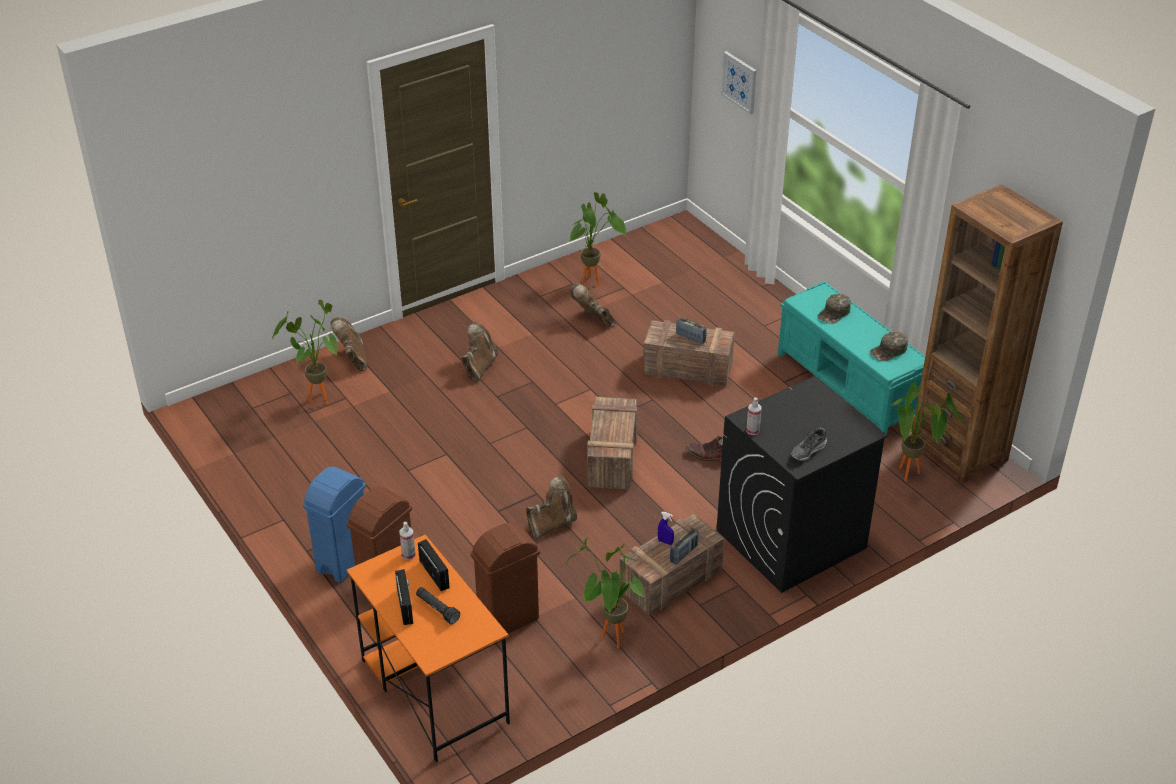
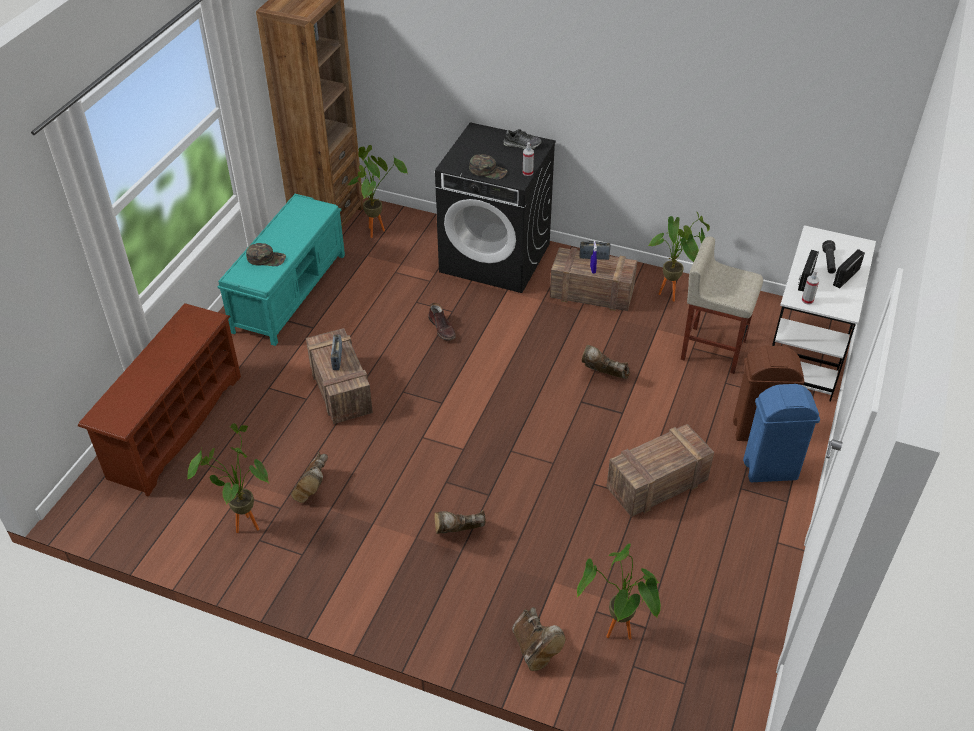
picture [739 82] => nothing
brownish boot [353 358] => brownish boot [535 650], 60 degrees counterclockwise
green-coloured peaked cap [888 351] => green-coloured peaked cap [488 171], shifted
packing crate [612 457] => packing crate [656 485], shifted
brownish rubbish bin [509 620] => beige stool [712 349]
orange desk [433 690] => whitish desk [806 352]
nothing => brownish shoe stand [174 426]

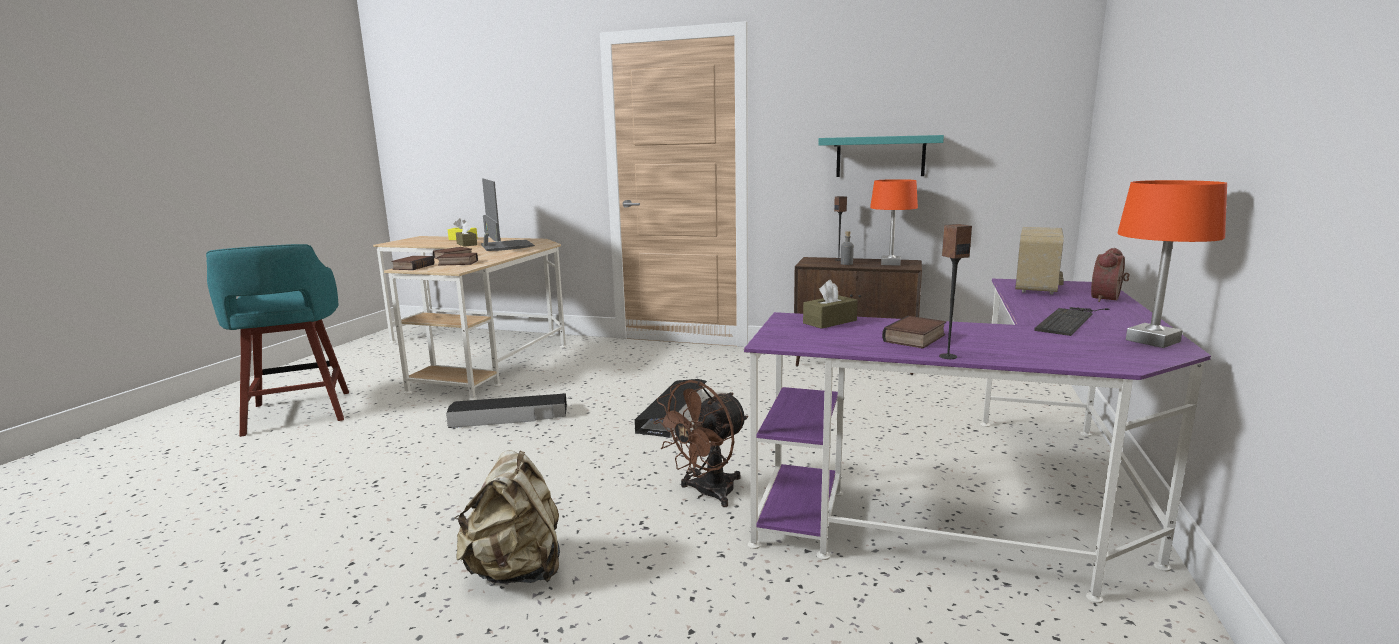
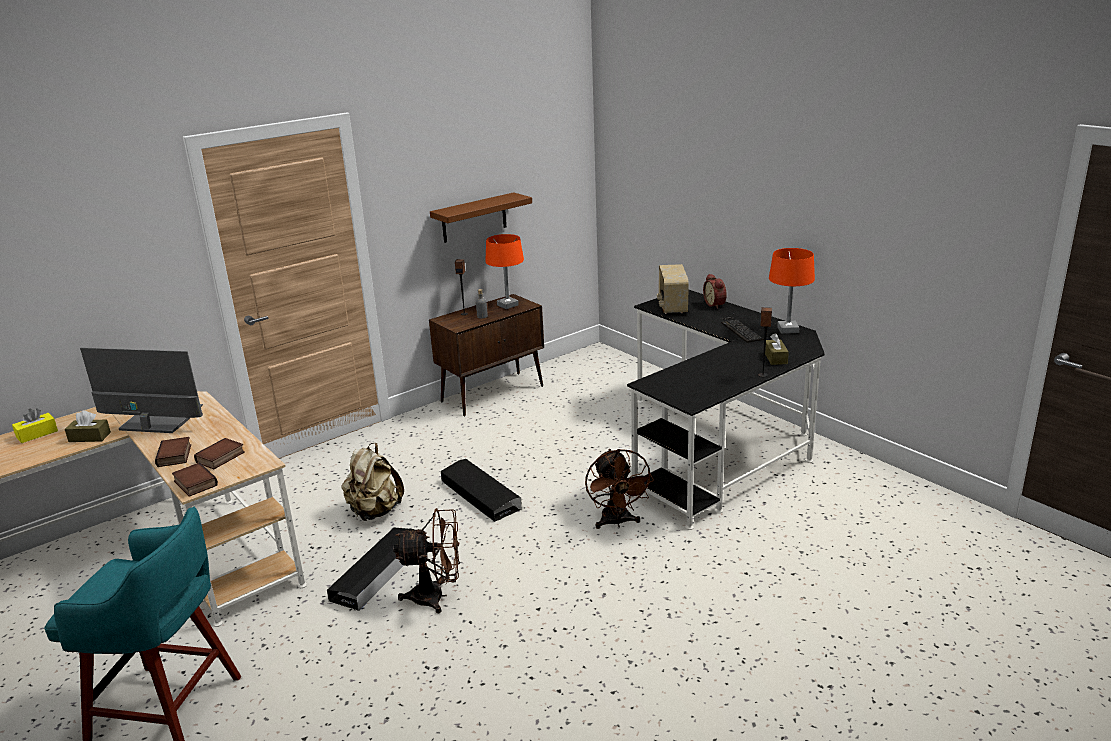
turquoise bracket shelf [880 156] => brownish bracket shelf [474 218]
radio receiver [1037 287] => radio receiver [672 306], 150 degrees counterclockwise
purple desk [988 505] => black-coloured desk [719 445]
brownish box of tissues [830 322] => brownish box of tissues [775 358], shifted
book [915 339] => nothing
beige rucksack [516 571] => beige rucksack [375 512], shifted
nothing => brownish fan [436 596]

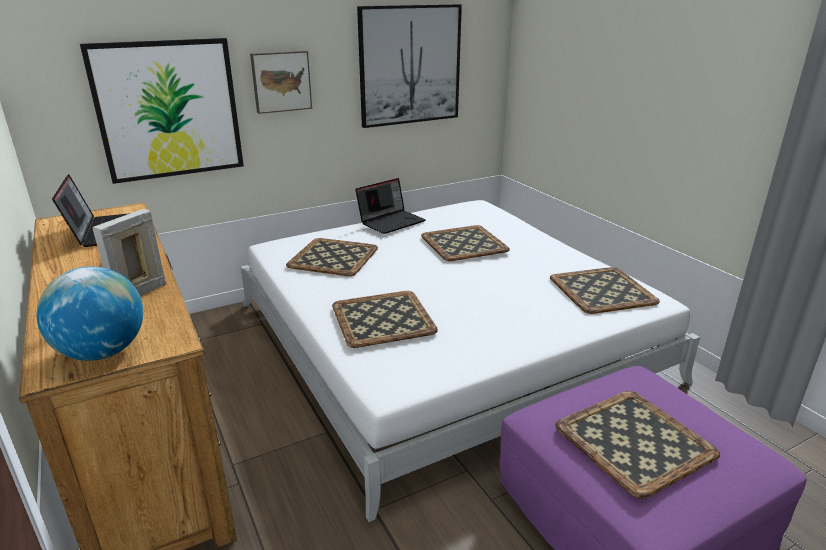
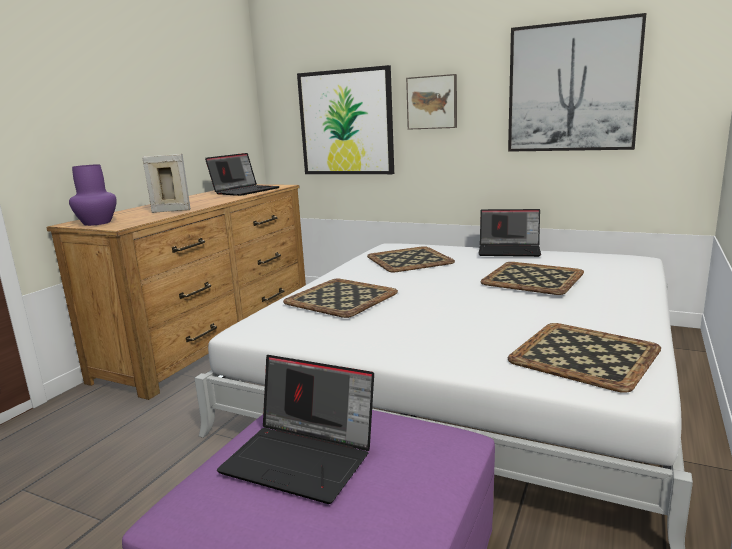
globe [102 352] => purple decorative vase [97 223]
tray [634 439] => portable computer [302 458]

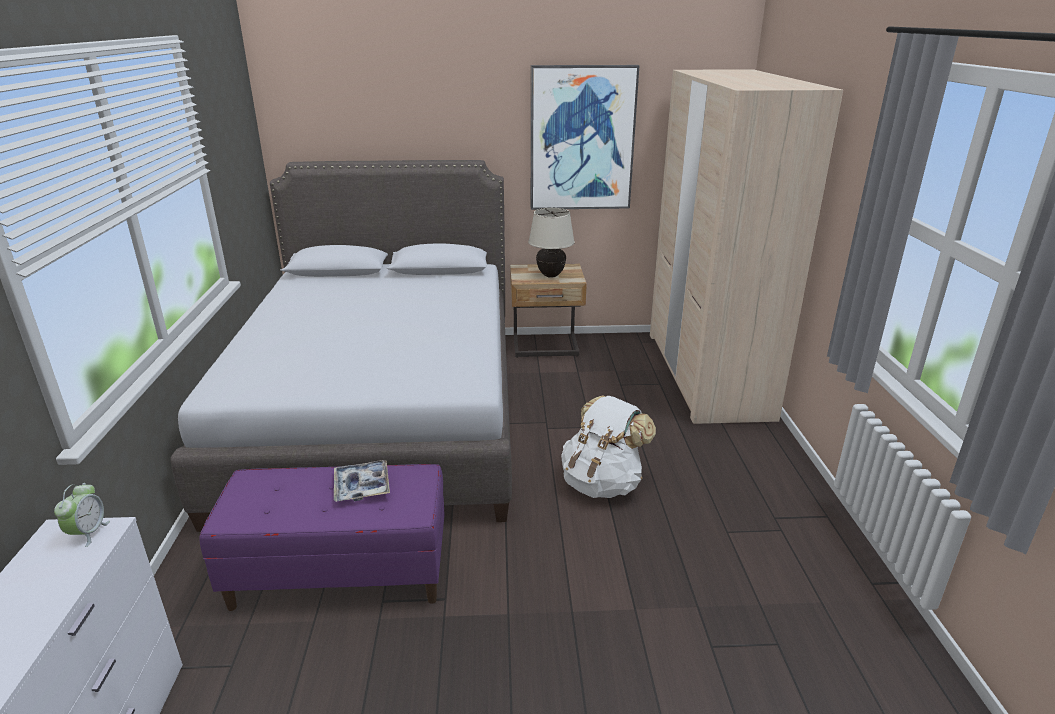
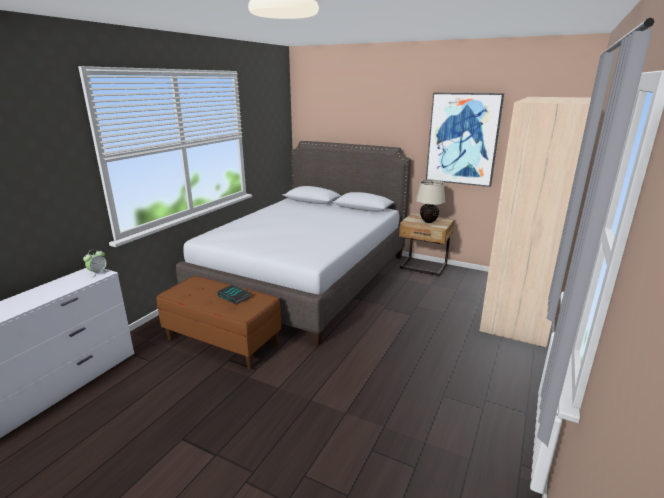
whitish rucksack [602 483] => nothing
tray [362 486] => book [235 296]
purple long seat [341 573] => brownish long seat [223 341]

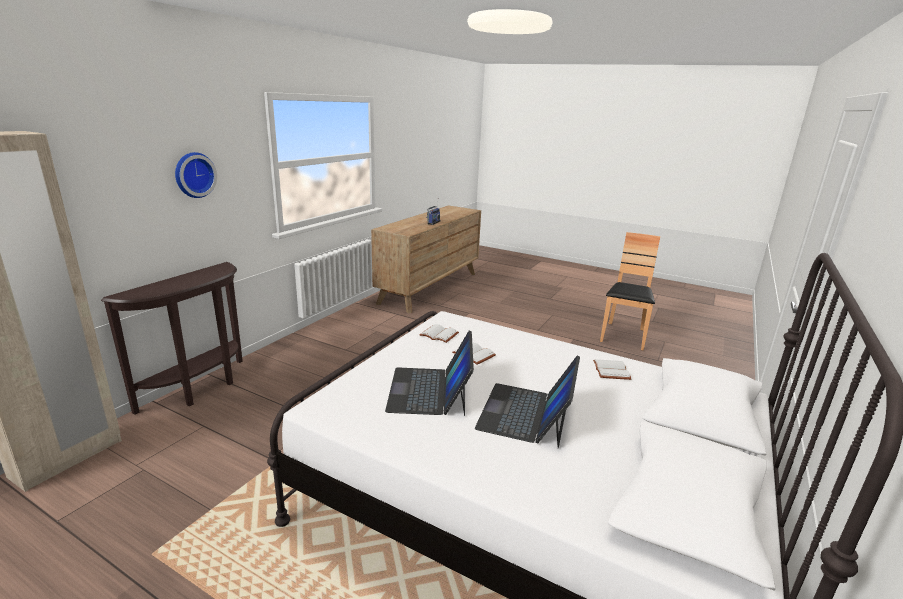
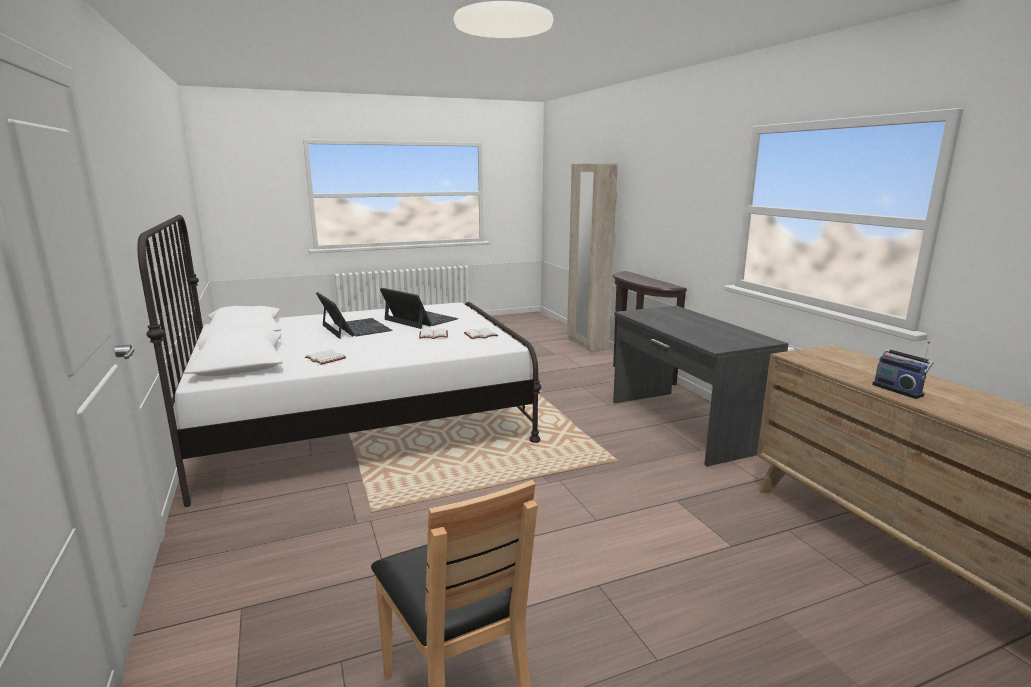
wall clock [193 175] => nothing
nothing => grey desk [684 424]

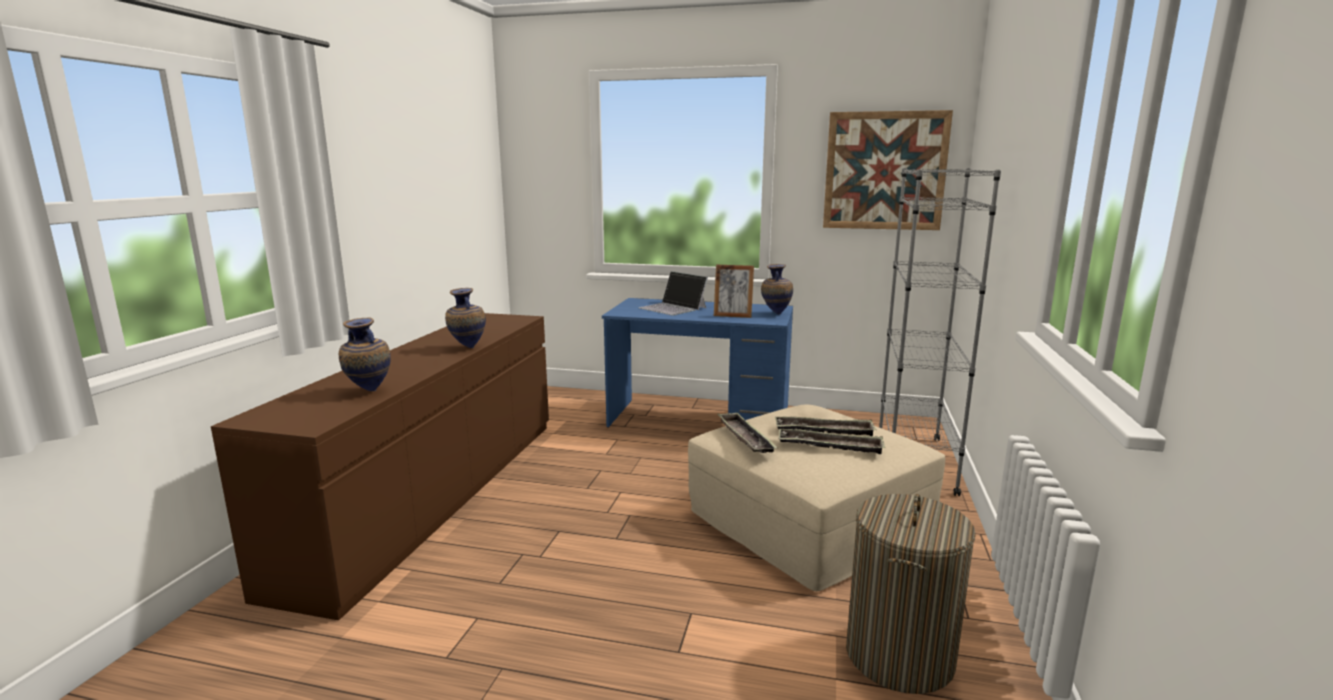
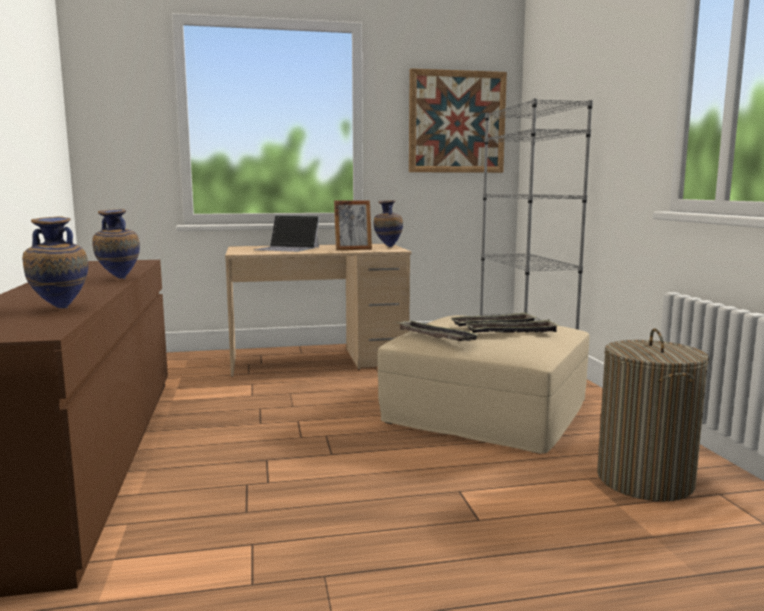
blue-coloured desk [699 421] => beige desk [318 361]

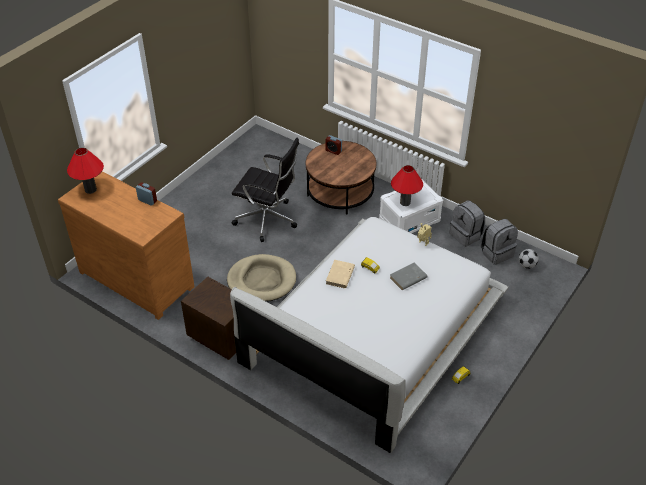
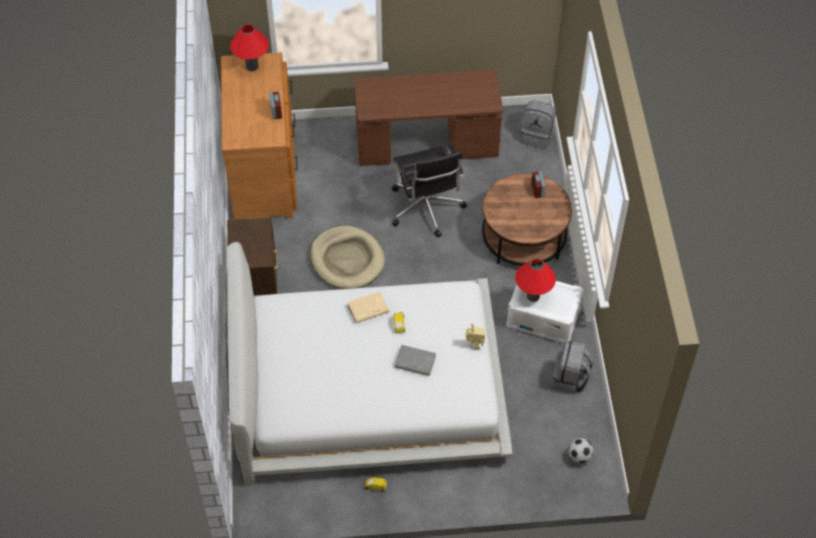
grey rucksack [496 253] => grey rucksack [537 136], shifted
nothing => brownish desk [427 145]

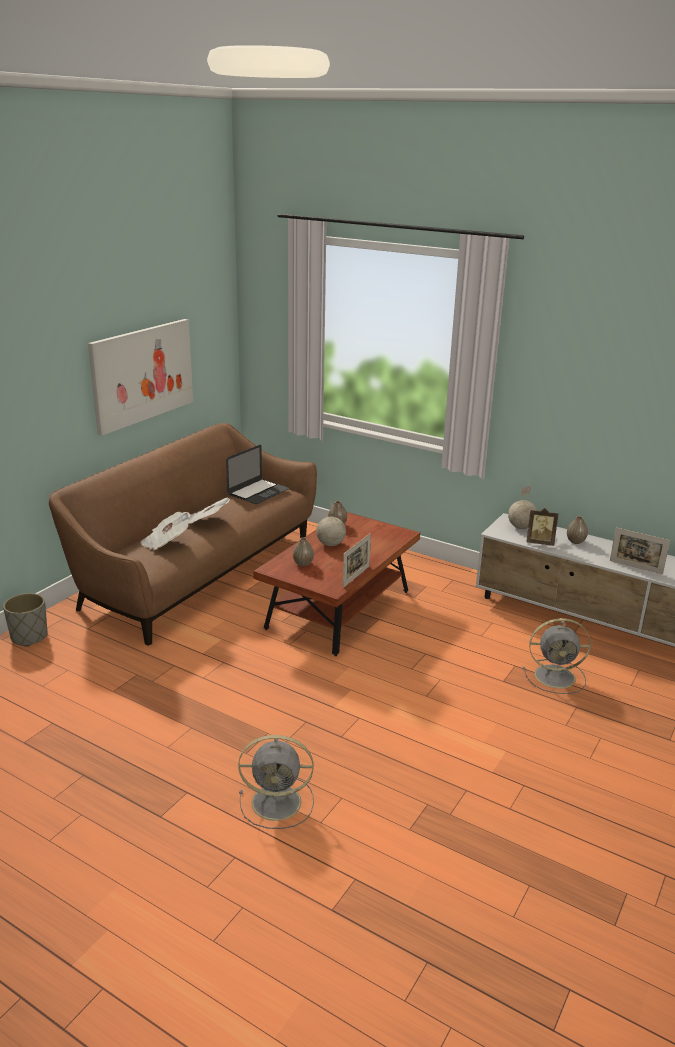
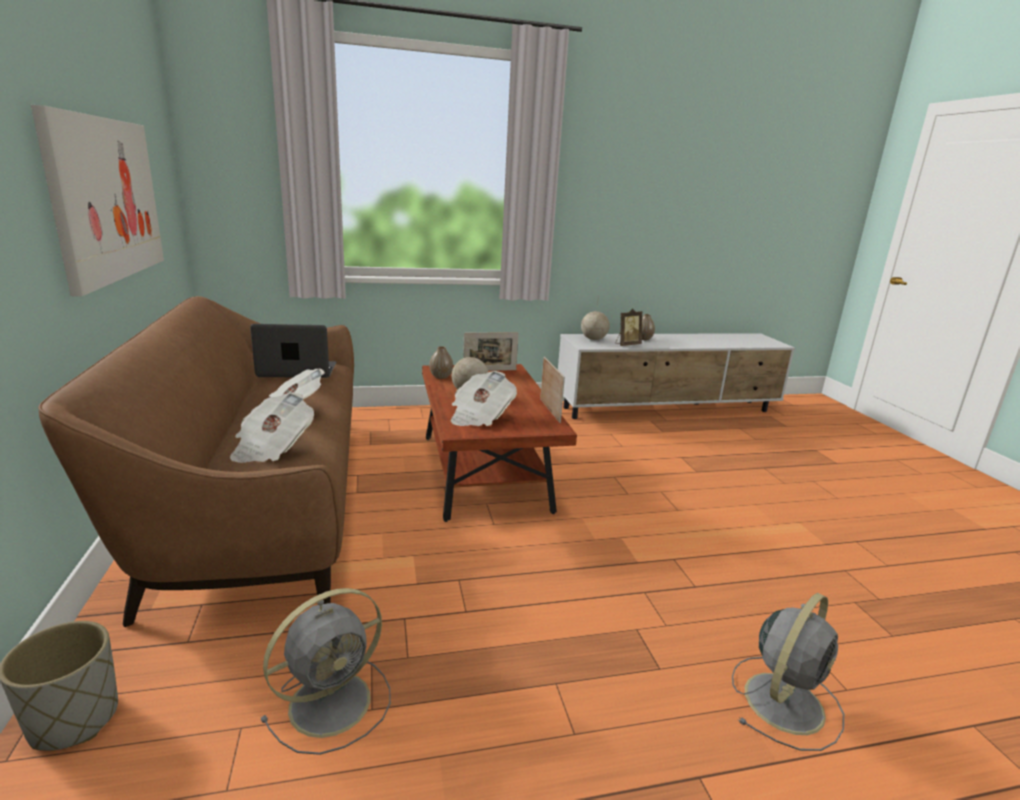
portable computer [258 491] => portable computer [297 370], 90 degrees counterclockwise
standing frame [635 567] => standing frame [489 370], shifted
decorative vase [303 564] => printed paper [480 416]
grey fan [556 676] => grey fan [333 701], shifted

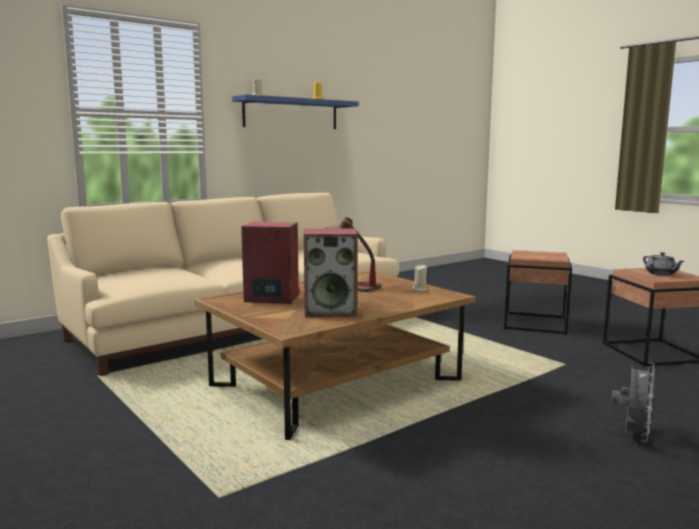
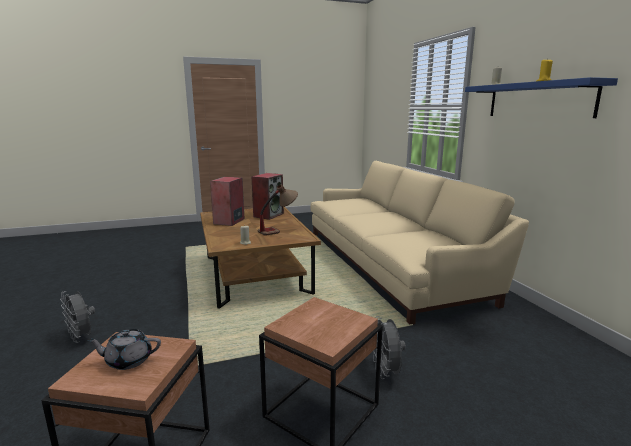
nothing => grey fan [386 372]

